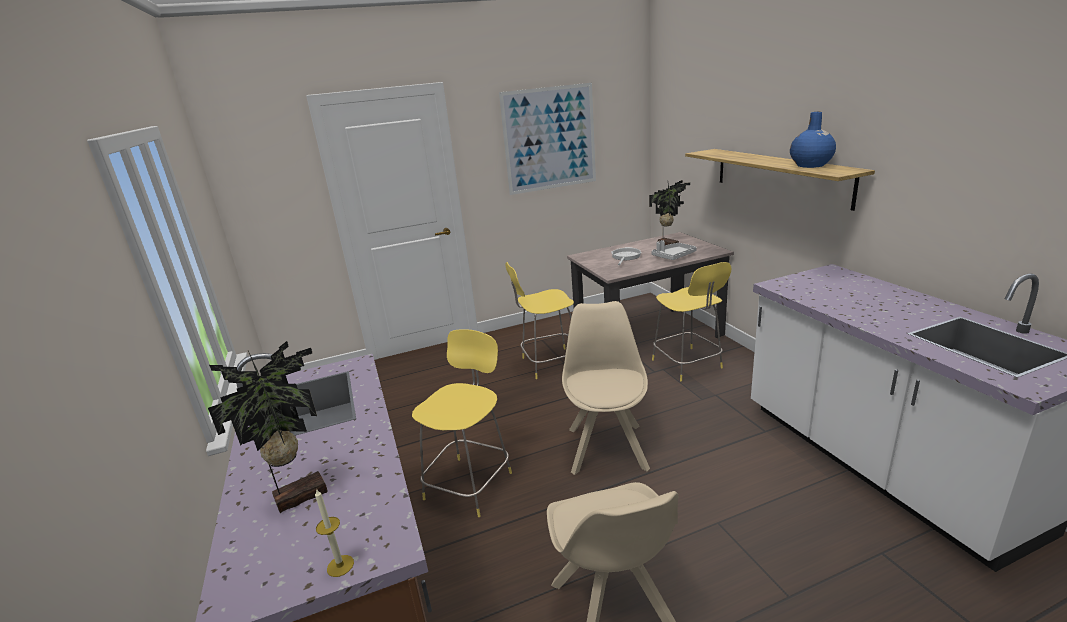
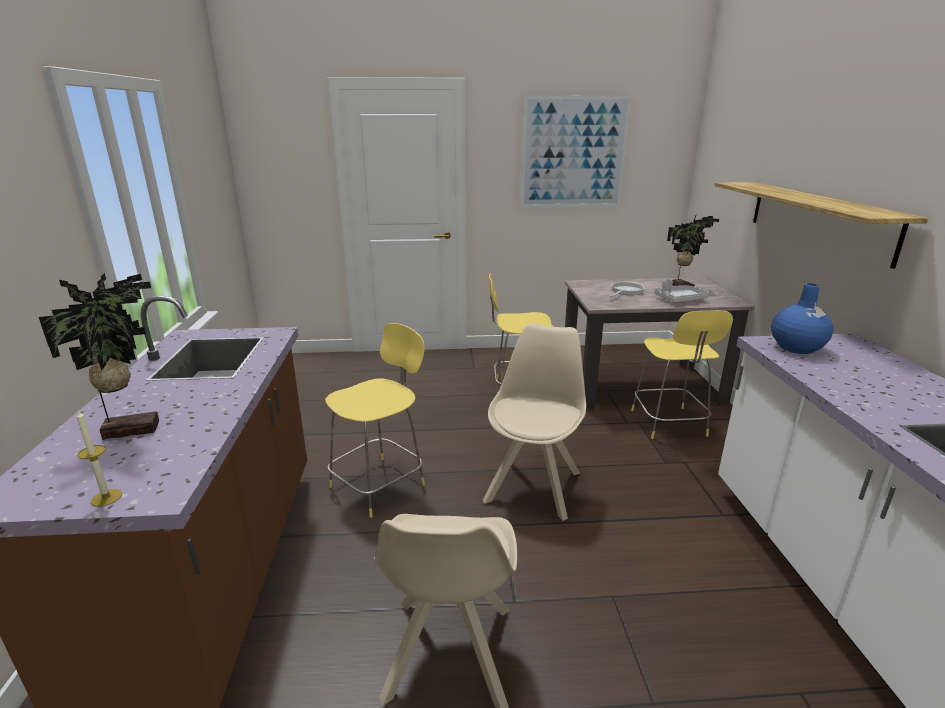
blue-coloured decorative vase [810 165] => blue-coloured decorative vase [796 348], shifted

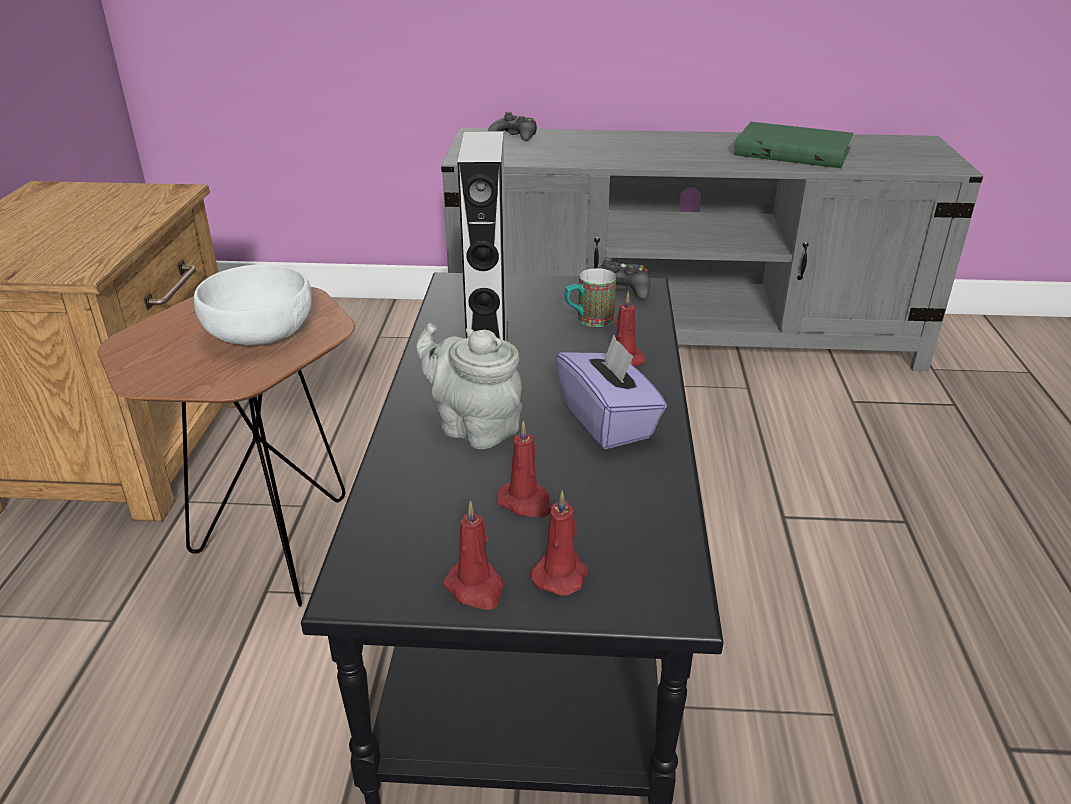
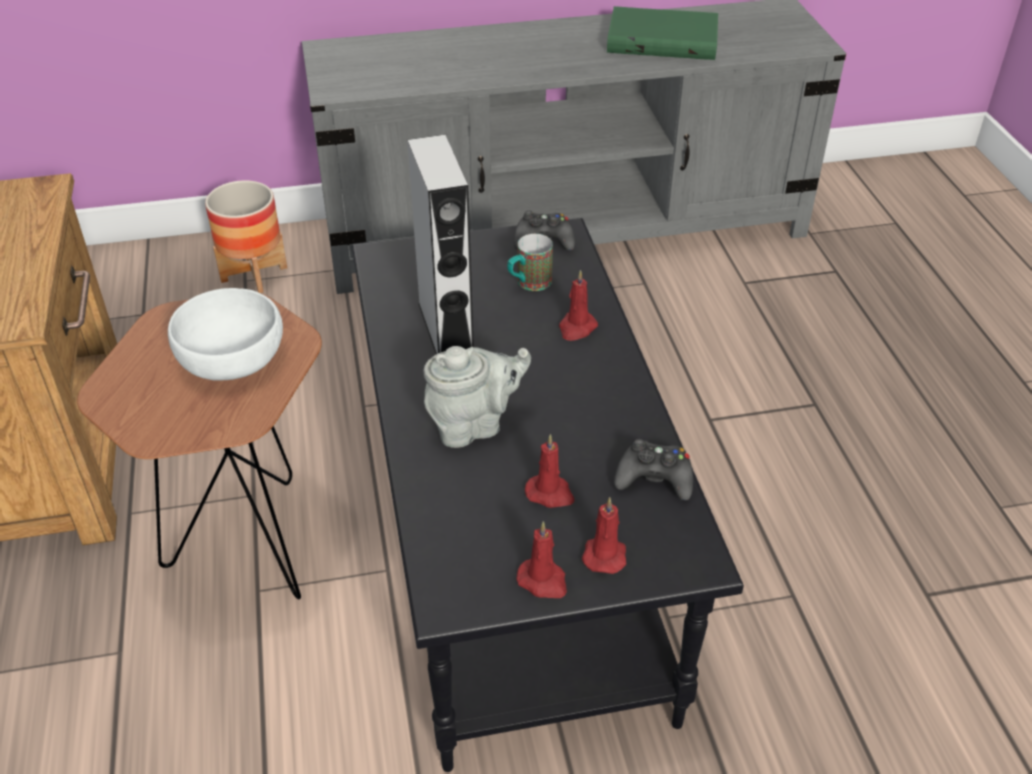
black-coloured gamepad [515 136] => black-coloured gamepad [654 478], shifted
grey tea pot [474 427] => grey tea pot [474 425], 135 degrees clockwise
purple box of tissues [608 422] => nothing
nothing => plant pot [254 274]

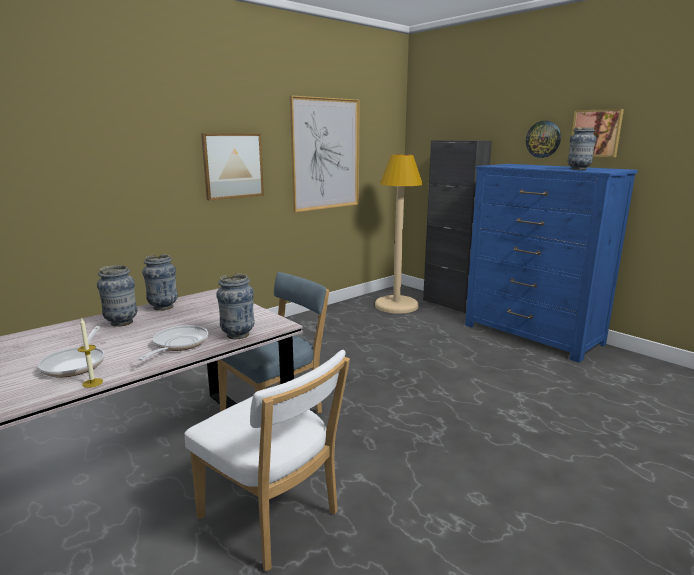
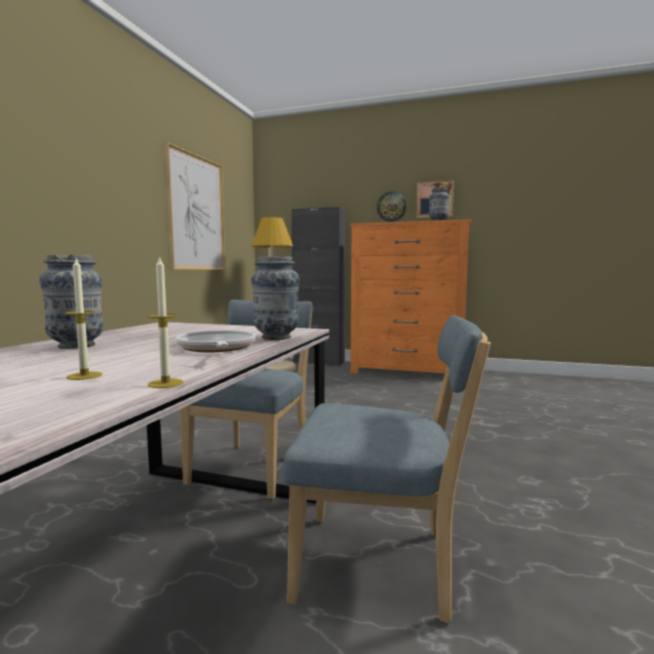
picture [233 165] => nothing
blue-coloured drawer chest [532 334] => orange drawer chest [408 371]
decorative vase [163 307] => nothing
frying pan [76 364] => candle [84 376]
whitish upright chair [273 518] => blue-coloured upright chair [382 565]

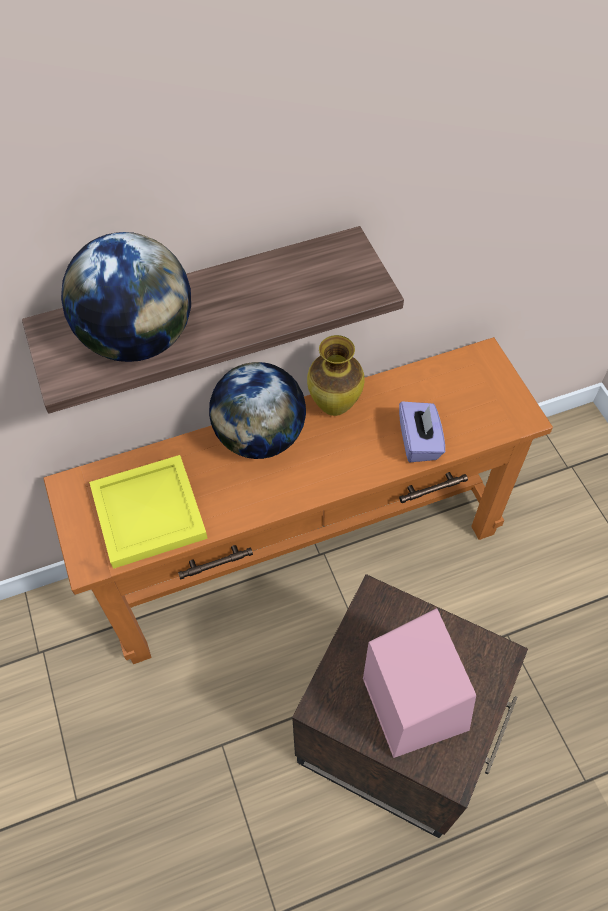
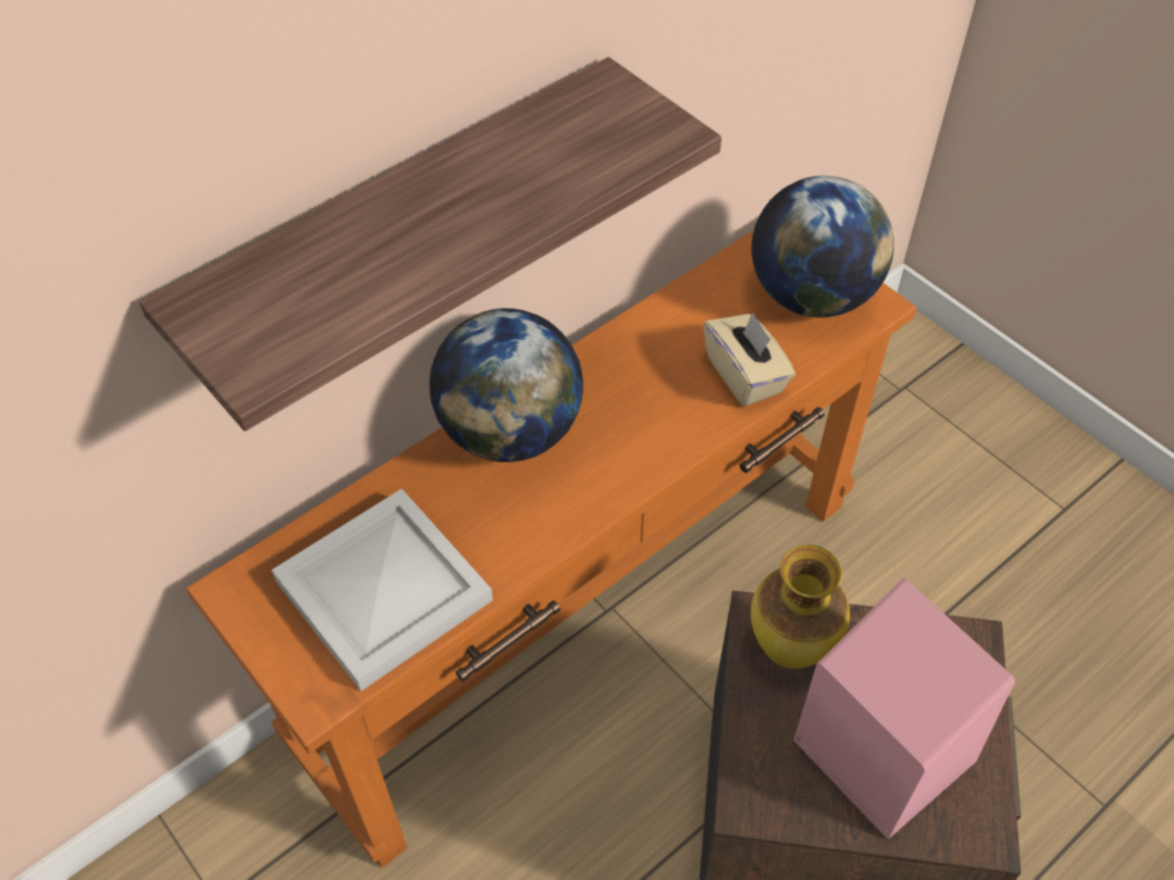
globe [138 339] => globe [811 295], shifted
decorative vase [333 406] => decorative vase [788 650], shifted
purple box of tissues [419 442] => beige box of tissues [745 375]
yellow-coloured tray [146 512] => whitish tray [380 590]

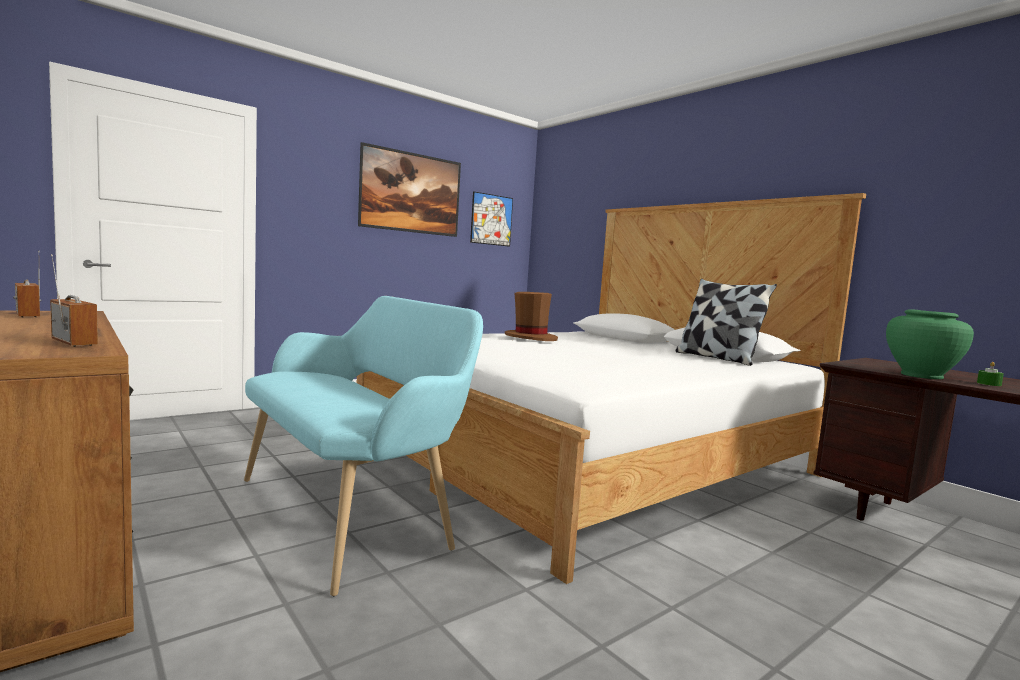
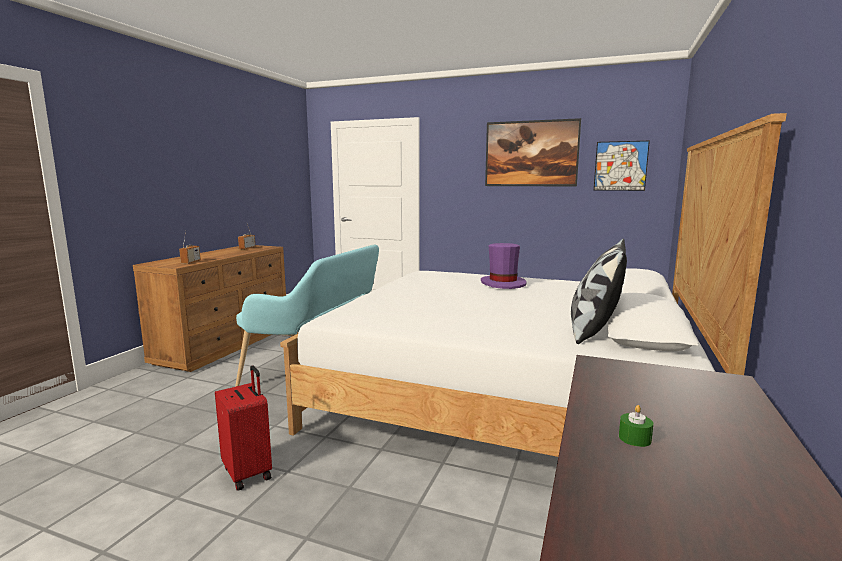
brownish hat [530 338] => purple hat [503 283]
green-coloured decorative vase [921 376] => nothing
nothing => red-coloured piece of luggage [248 472]

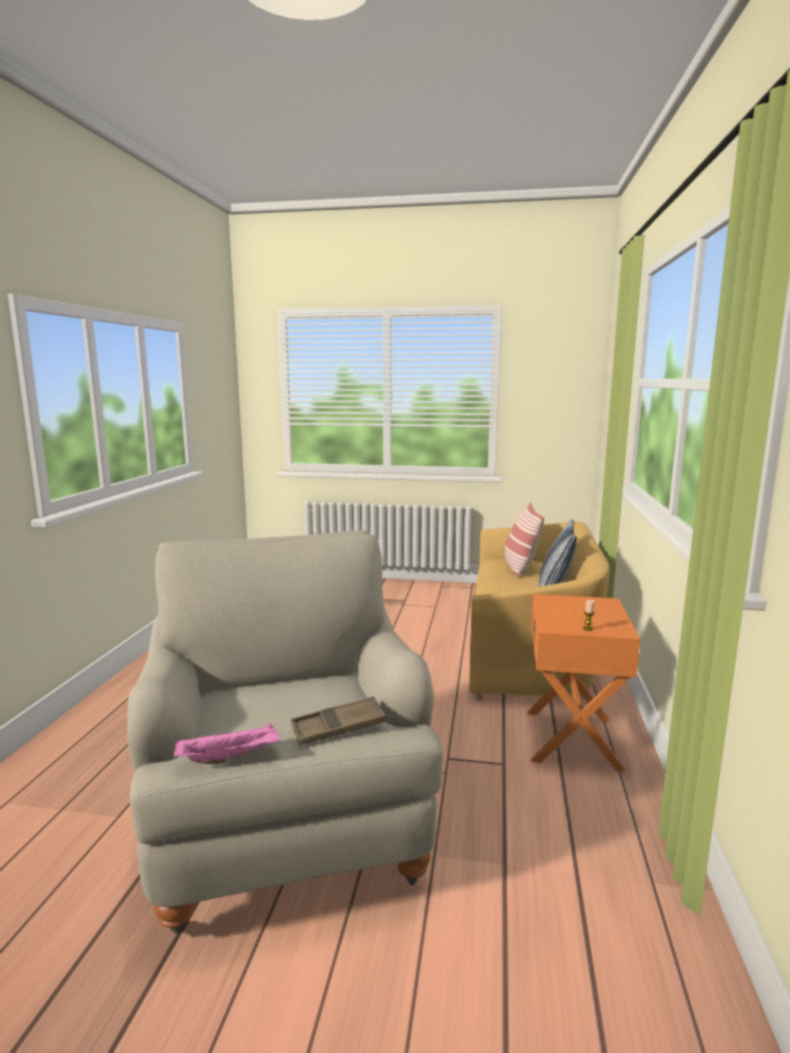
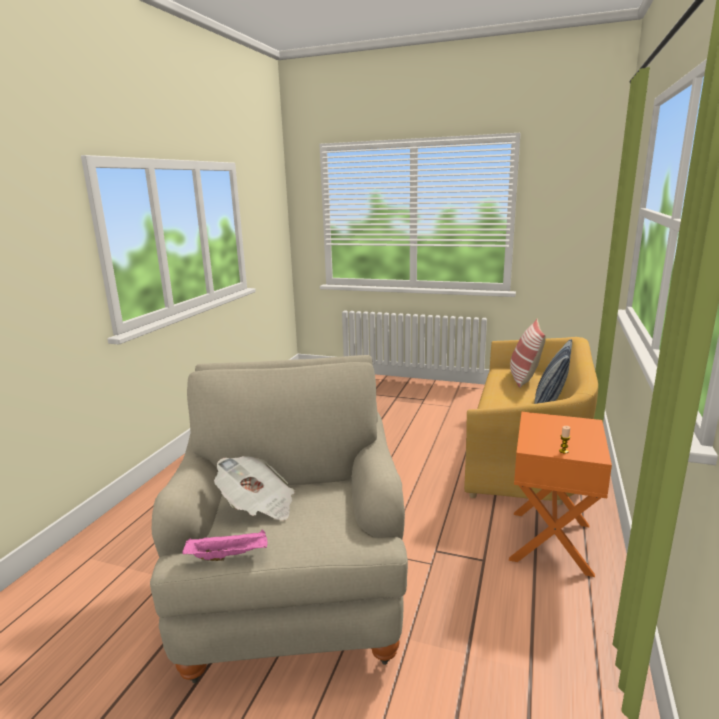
brownish tray [338 727] => nothing
nothing => printed paper [258 505]

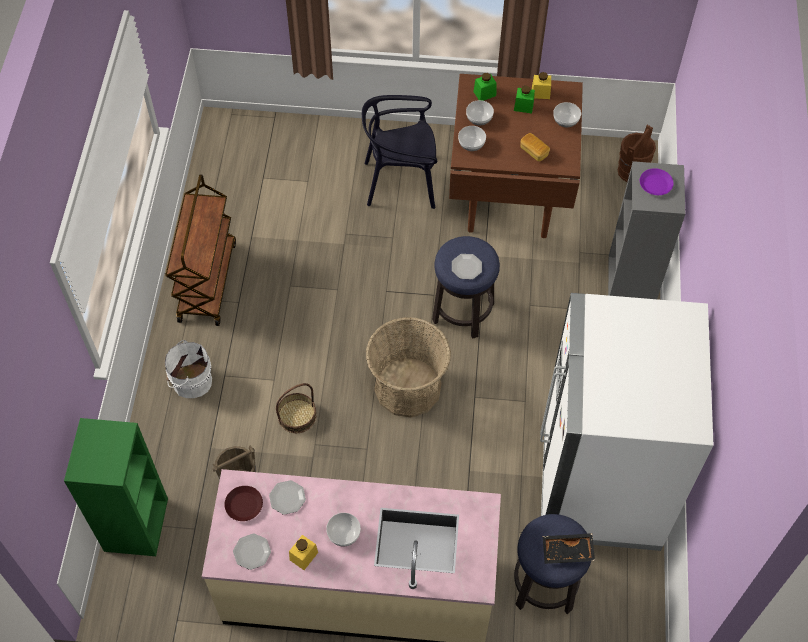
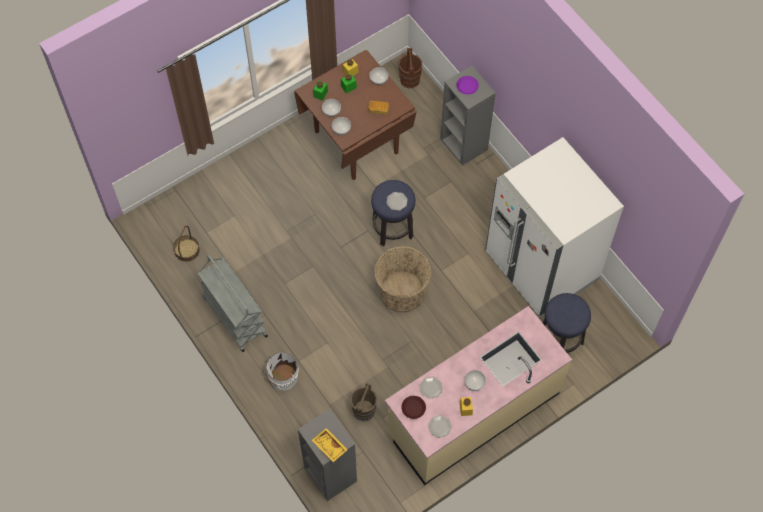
black-coloured upright chair [401 182] => nothing
brownish trolley [207 281] => grey trolley [234 316]
storage basket [297 416] => storage basket [187 250], shifted
green-coloured bookcase [135 524] => grey bookcase [329 474]
black-coloured tray [567 552] => nothing
nothing => yellow-coloured tray [329 447]

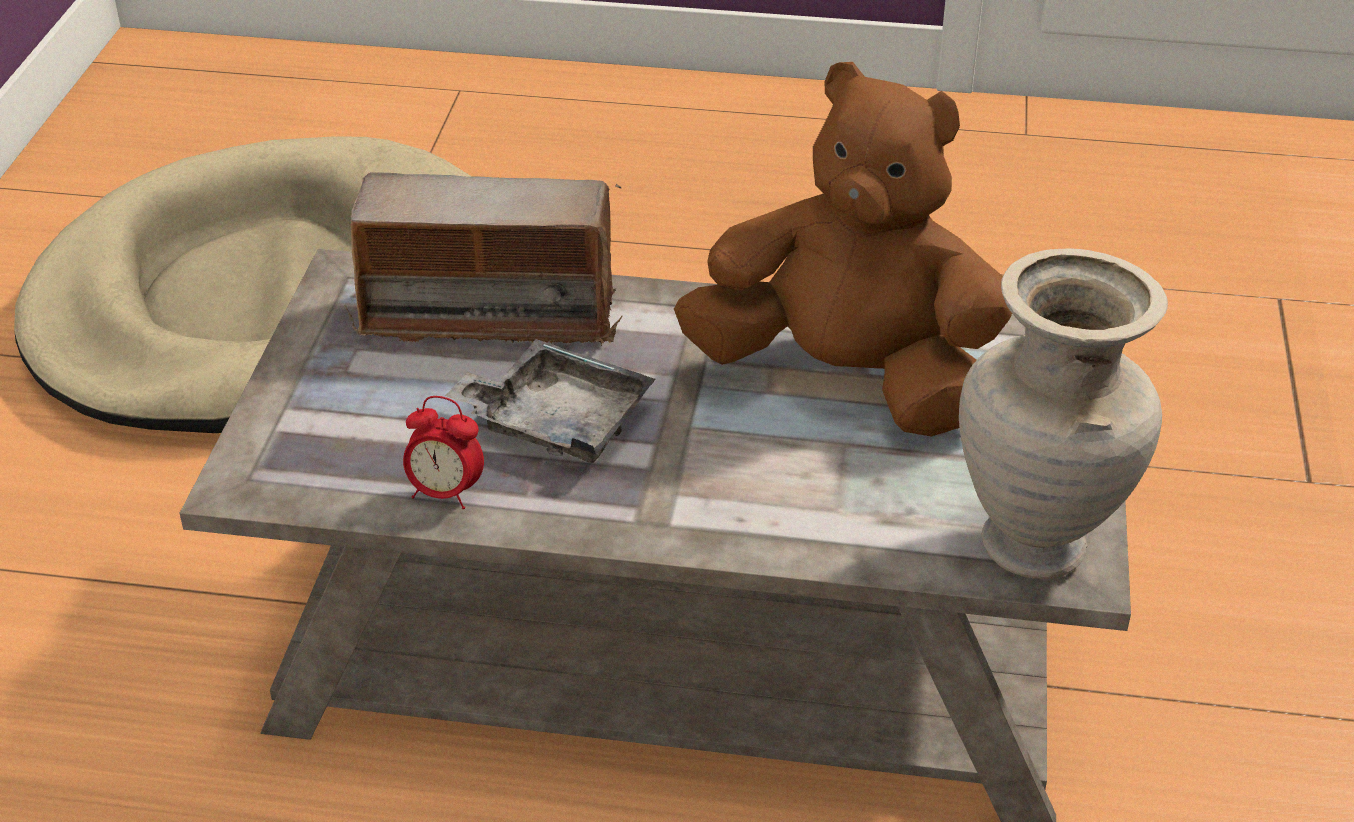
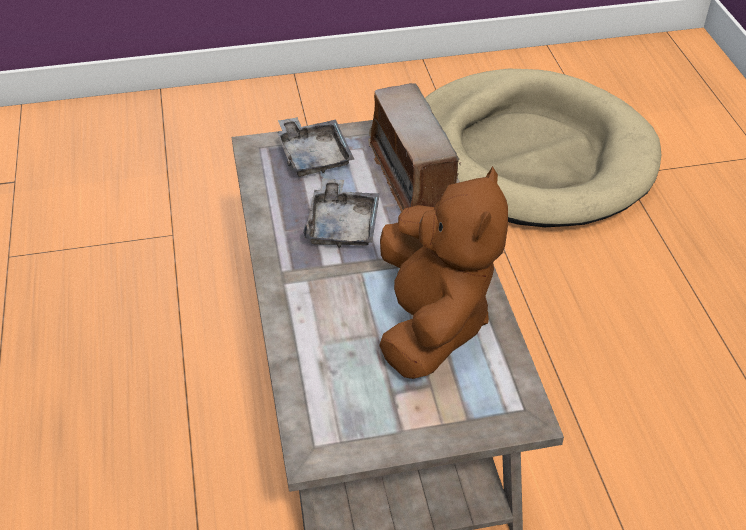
beige decorative vase [1037 546] => nothing
table clock [445 493] => nothing
nothing => grey tray [313 155]

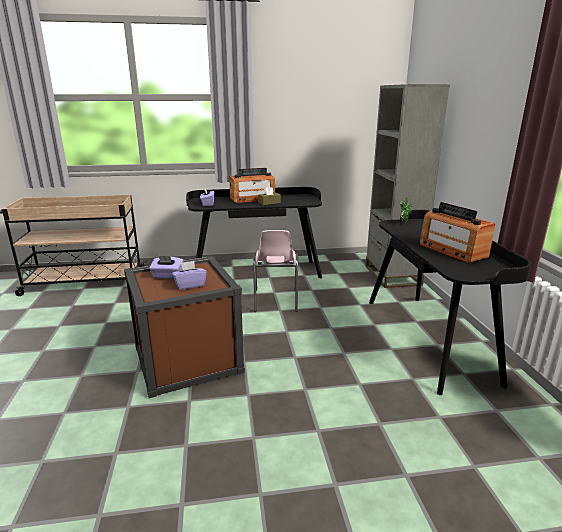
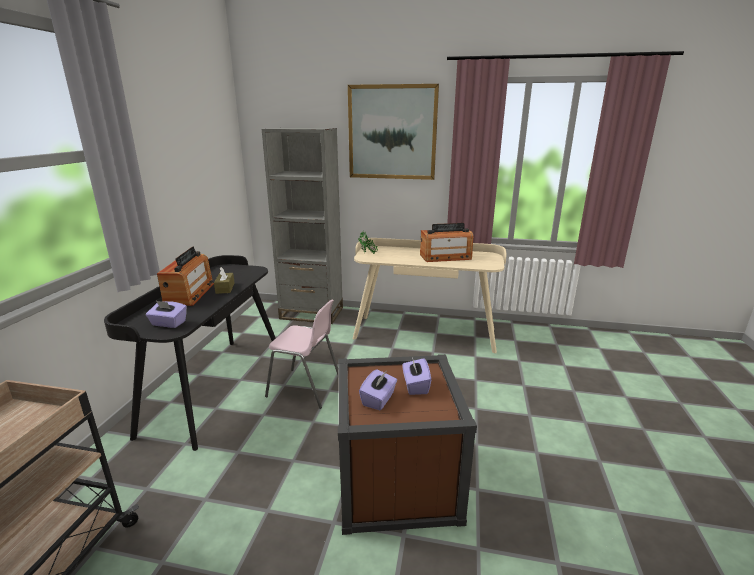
black-coloured desk [428 337] => beige desk [425 333]
nothing => picture [392 132]

